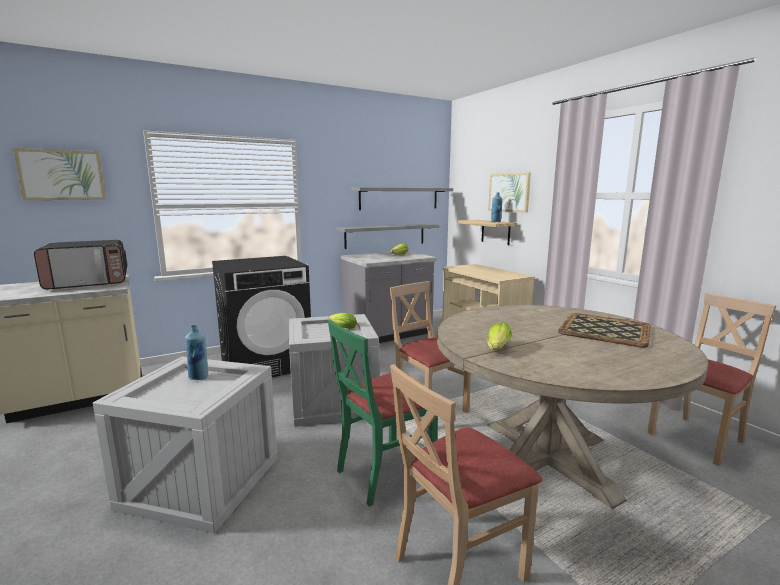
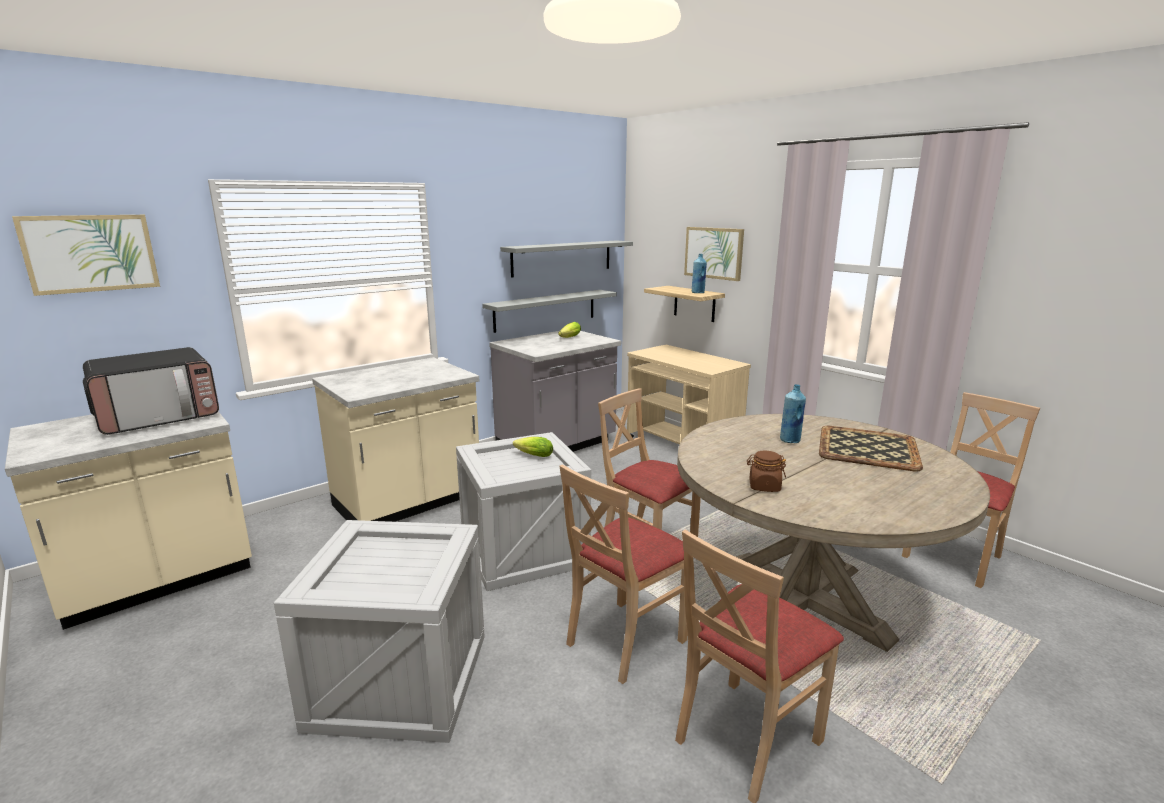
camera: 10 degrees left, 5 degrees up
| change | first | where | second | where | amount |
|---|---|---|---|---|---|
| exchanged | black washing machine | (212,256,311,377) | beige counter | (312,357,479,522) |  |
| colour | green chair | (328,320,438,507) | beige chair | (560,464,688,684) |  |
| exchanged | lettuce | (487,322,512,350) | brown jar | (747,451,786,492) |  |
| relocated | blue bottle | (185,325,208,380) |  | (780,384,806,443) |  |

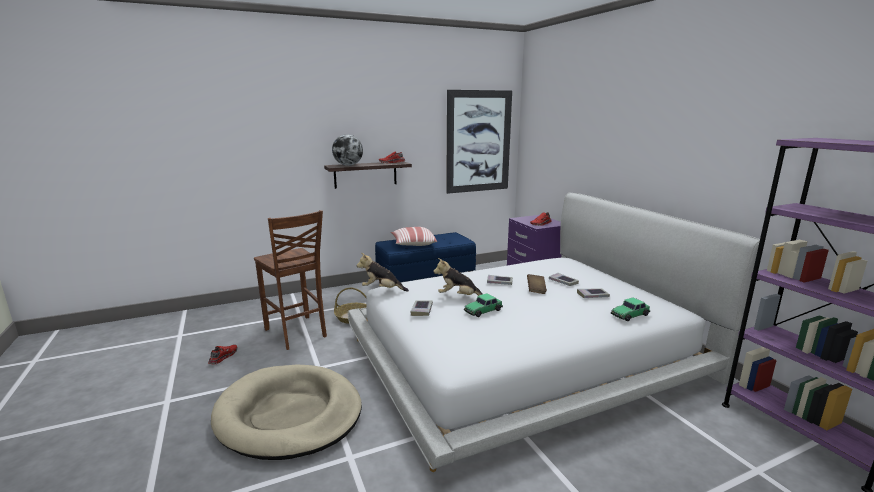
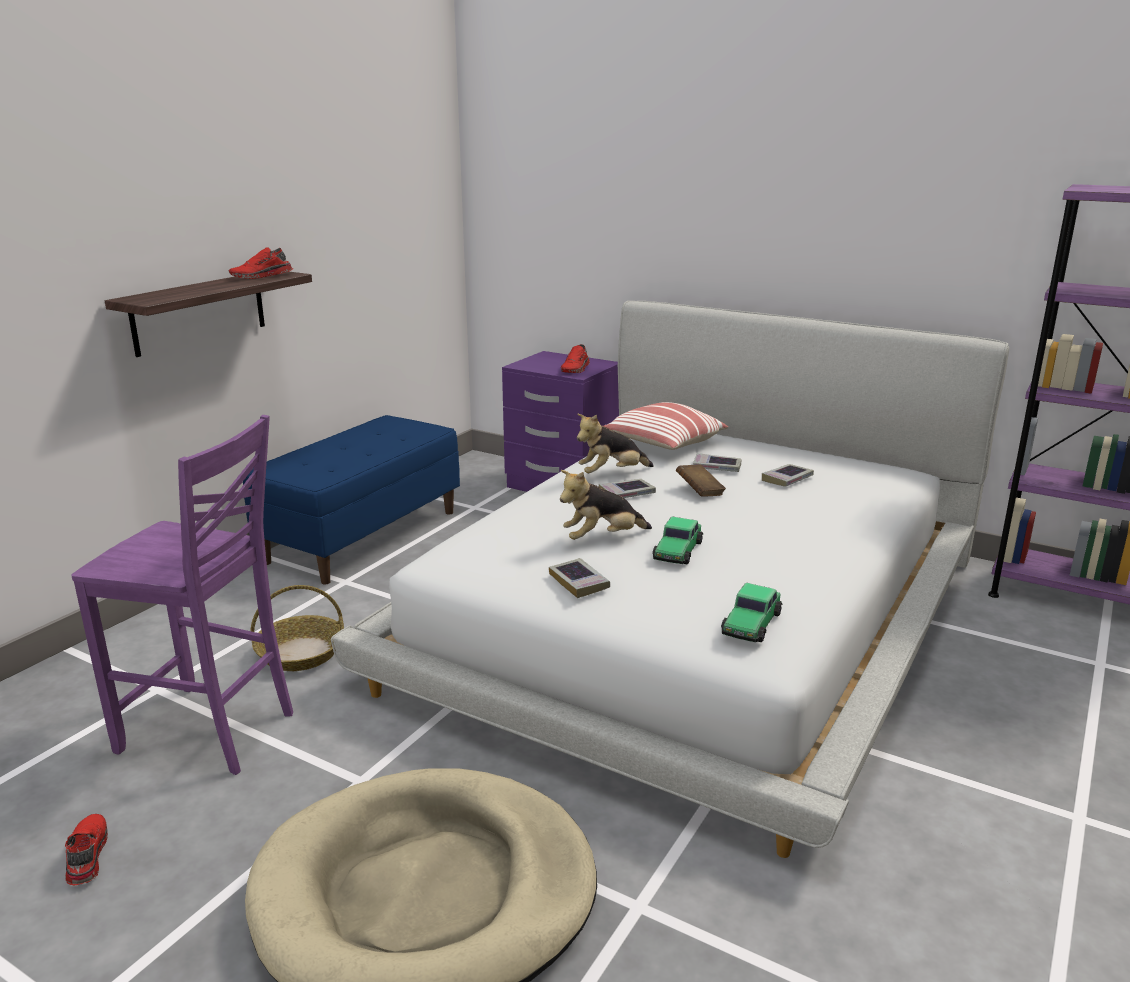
camera: 35 degrees left, 5 degrees up
| change | first | where | second | where | amount |
|---|---|---|---|---|---|
| colour | brown chair | (254,210,327,350) | purple chair | (72,415,293,775) |  |
| relocated | plush toy | (357,253,409,292) |  | (577,413,654,473) |  |
| relocated | pillow | (391,227,437,246) |  | (604,402,728,450) |  |
| relocated | toy car | (611,297,650,321) |  | (721,583,783,642) |  |
| missing | globe | (332,134,363,166) |  |  |  |
| missing | picture | (446,90,512,194) |  |  |  |

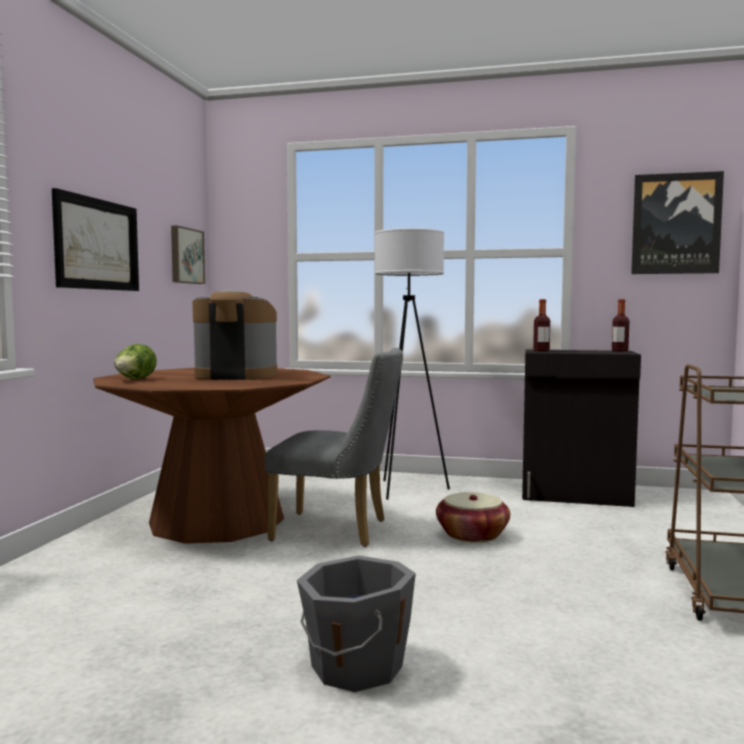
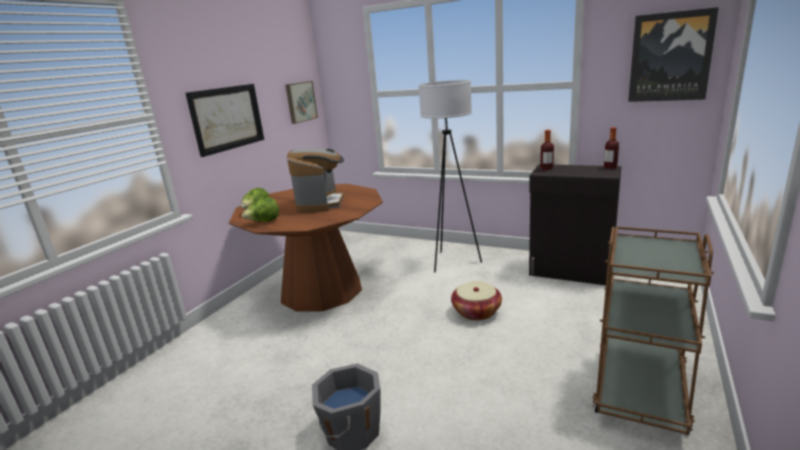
camera: 15 degrees right, 15 degrees up
| change | first | where | second | where | amount |
|---|---|---|---|---|---|
| appeared |  |  | lettuce | (242,197,279,222) |  |
| spun | coffee machine | (192,290,277,380) |  | (287,148,344,213) | 75 degrees clockwise |
| missing | grey chair | (264,348,403,547) |  |  |  |

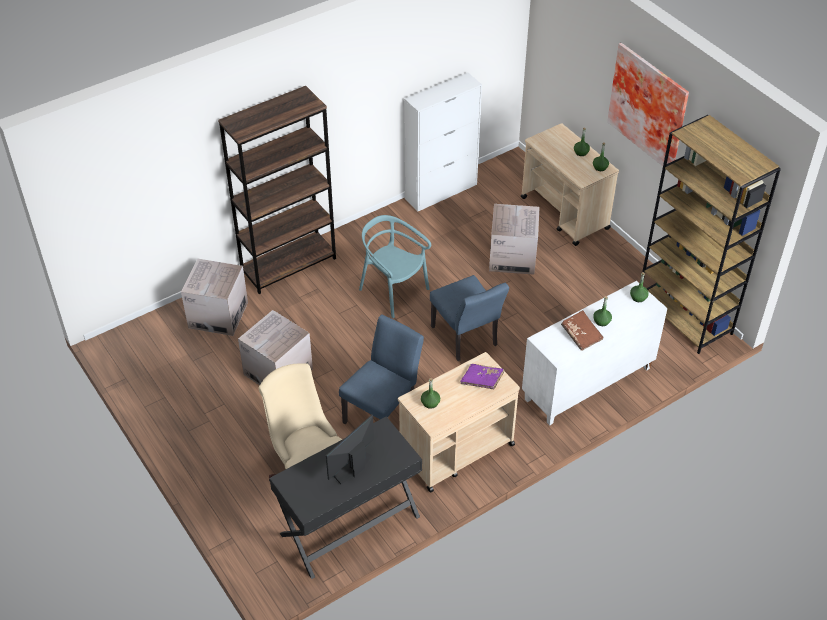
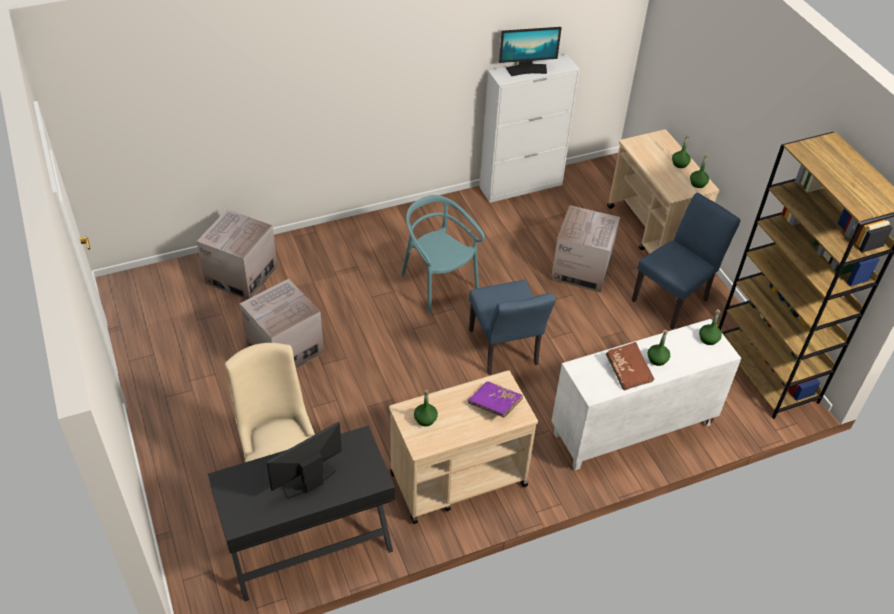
camera: 10 degrees right, 0 degrees up
| change | first | where | second | where | amount |
|---|---|---|---|---|---|
| appeared |  |  | monitor | (499,27,562,76) |  |
| relocated | blue chair | (339,314,424,424) |  | (632,193,741,329) |  |
| missing | brown bookcase | (218,86,336,294) |  |  |  |
| missing | picture | (607,43,689,166) |  |  |  |

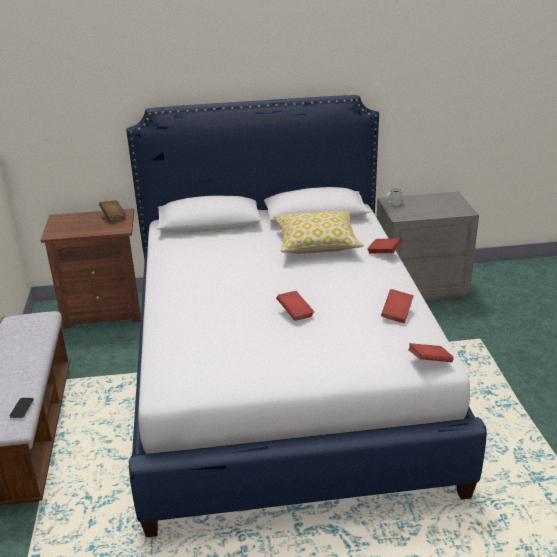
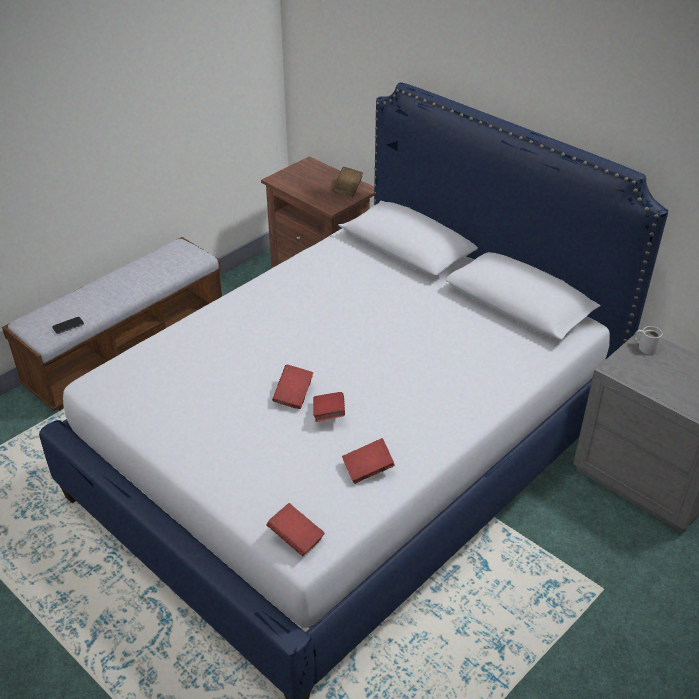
camera: 50 degrees right, 10 degrees up
| change | first | where | second | where | amount |
|---|---|---|---|---|---|
| relocated | red book | (367,238,402,254) |  | (313,392,345,422) |  |
| missing | pillow | (274,211,364,254) |  |  |  |

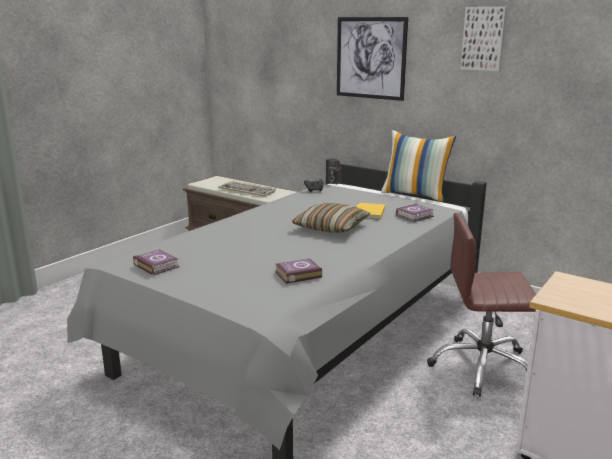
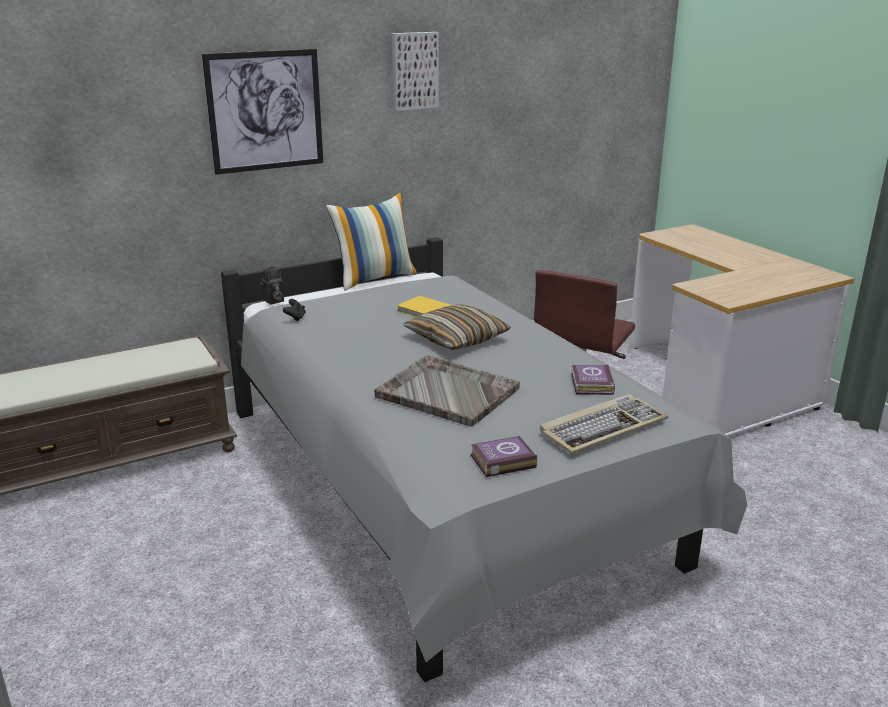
camera: 65 degrees left, 5 degrees up
| change | first | where | second | where | amount |
|---|---|---|---|---|---|
| appeared |  |  | grey tray | (374,356,520,426) |  |
| relocated | keyboard | (218,181,276,196) |  | (540,394,668,454) |  |
| missing | book | (396,204,434,222) |  |  |  |

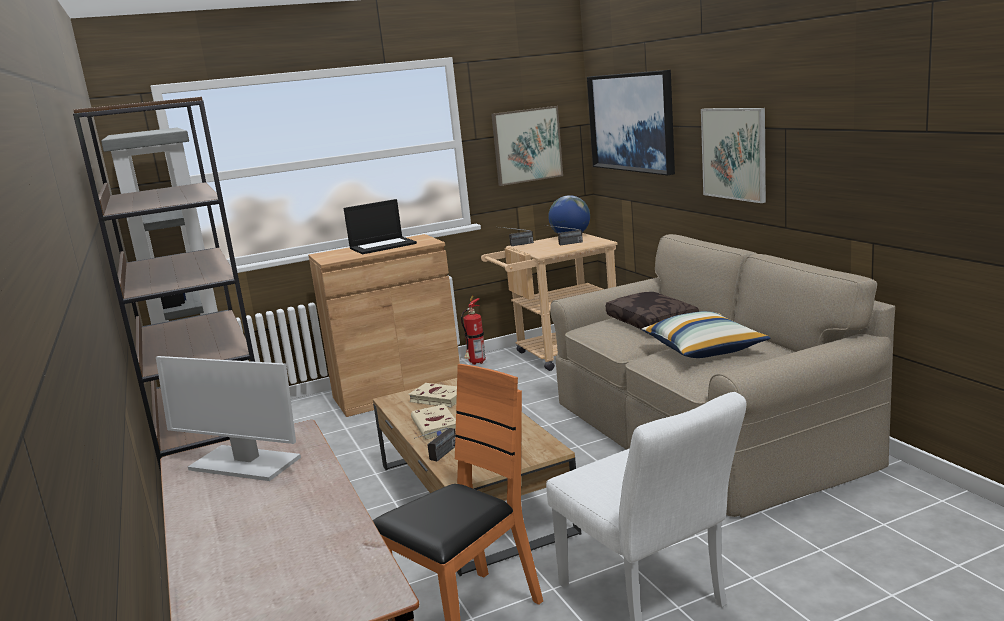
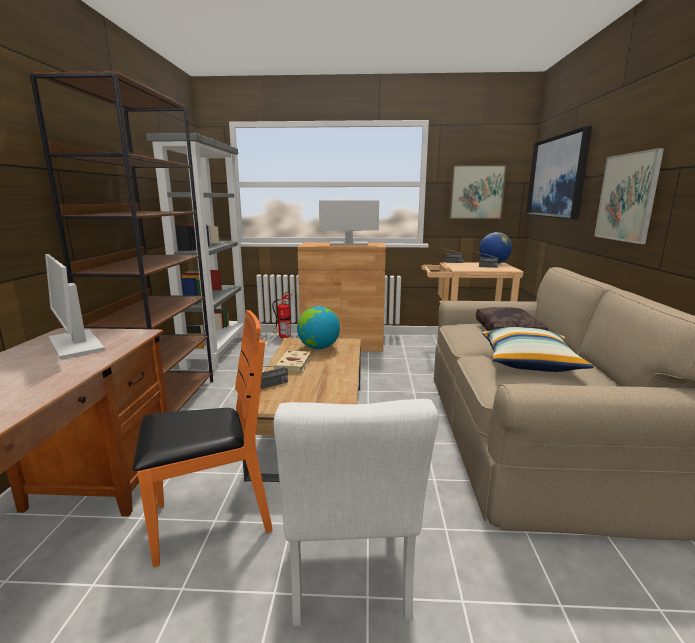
camera: 25 degrees right, 0 degrees up
| change | first | where | second | where | amount |
|---|---|---|---|---|---|
| relocated | fire extinguisher | (461,296,486,365) |  | (272,291,292,338) |  |
| exchanged | beige book | (408,383,457,407) | globe | (297,306,340,349) |  |
| exchanged | laptop | (344,199,417,254) | monitor | (319,200,379,245) |  |

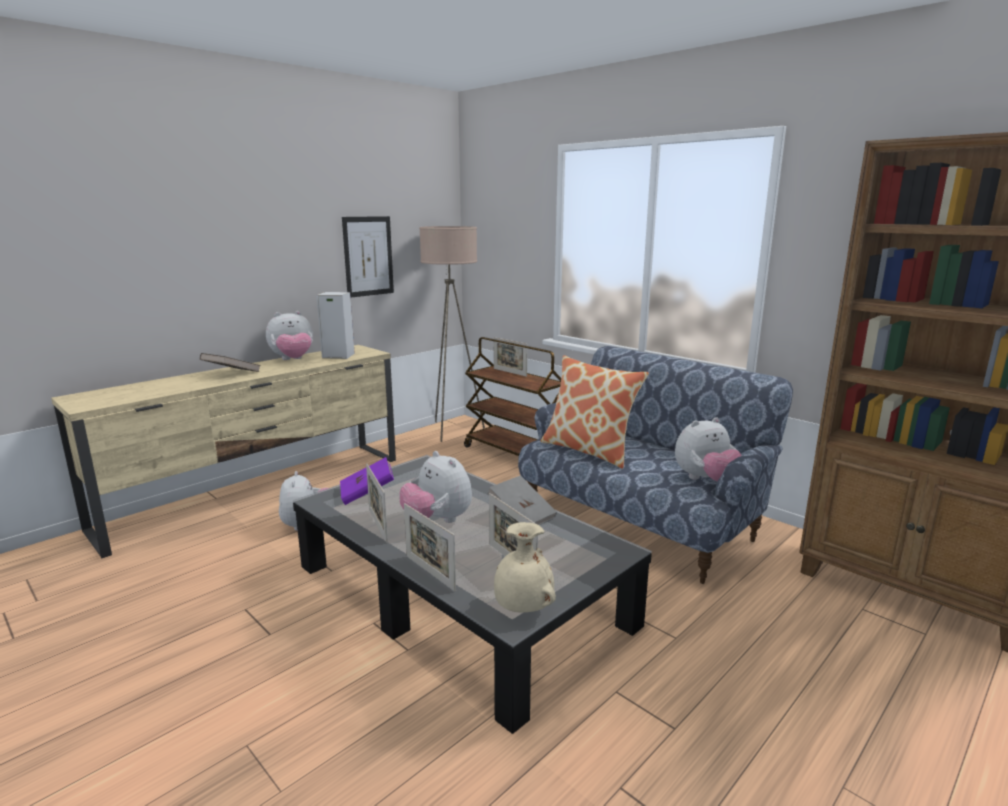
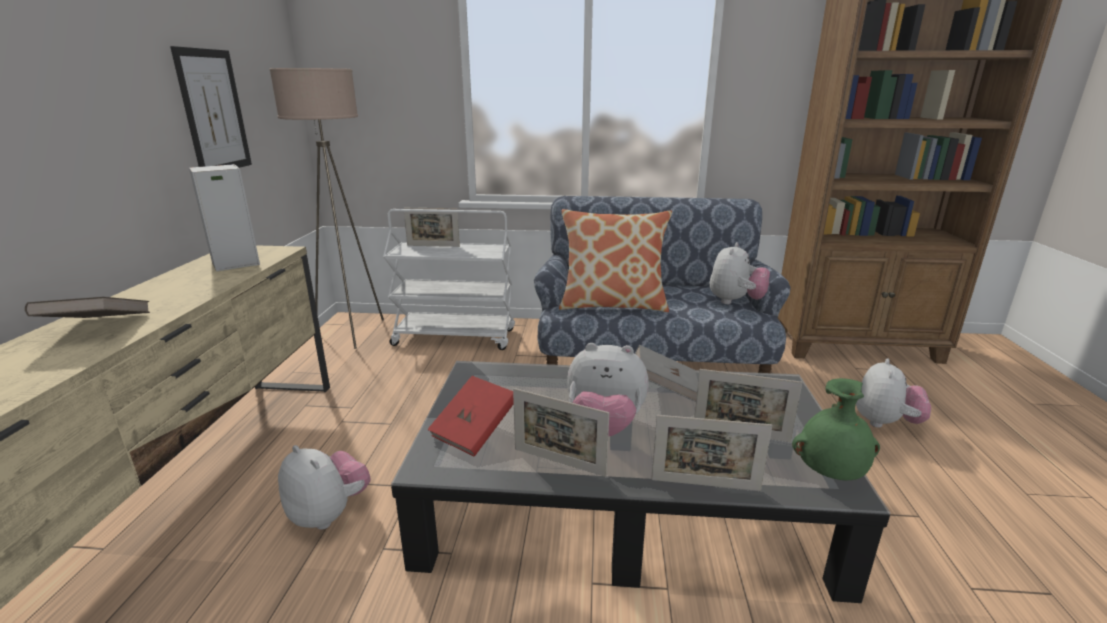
camera: 40 degrees left, 5 degrees up
| change | first | where | second | where | amount |
|---|---|---|---|---|---|
| colour | brown cart | (464,337,561,456) | white cart | (383,209,515,350) |  |
| colour | purple book | (340,457,394,505) | red book | (427,376,514,457) |  |
| colour | beige vase | (494,522,556,613) | green vase | (792,378,880,480) |  |
| relocated | plush toy | (266,311,313,360) |  | (856,358,931,428) |  |

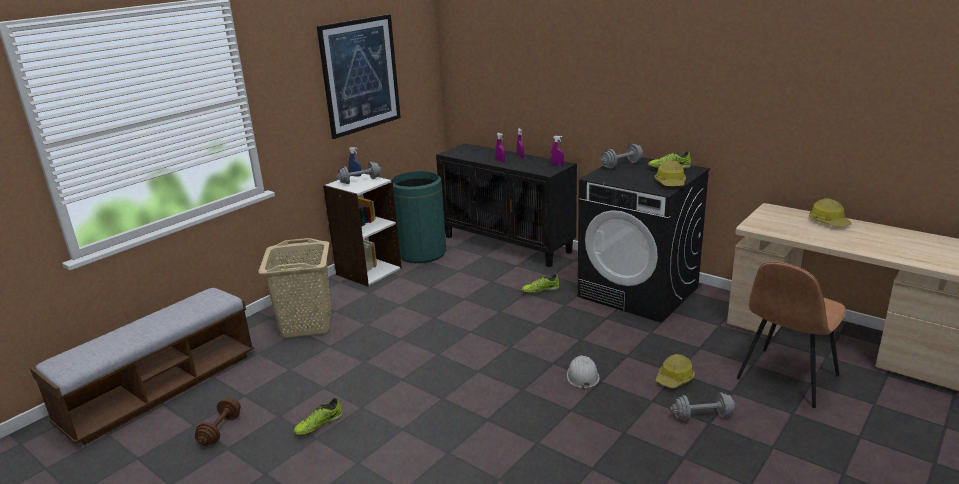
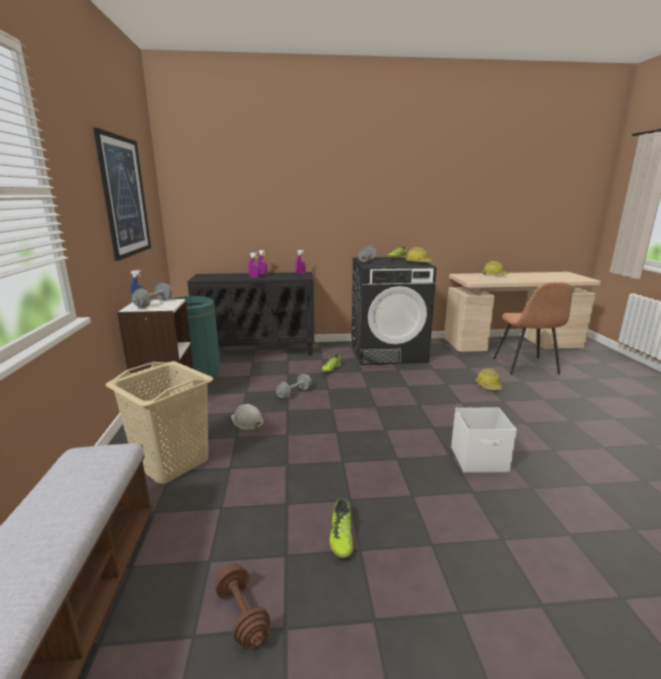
camera: 45 degrees left, 5 degrees down
| change | first | where | second | where | amount |
|---|---|---|---|---|---|
| relocated | white hard hat | (567,355,600,390) |  | (231,404,264,429) |  |
| relocated | grey dumbbell | (670,393,736,421) |  | (276,374,312,399) |  |
| appeared |  |  | white storage box | (451,408,517,473) |  |

